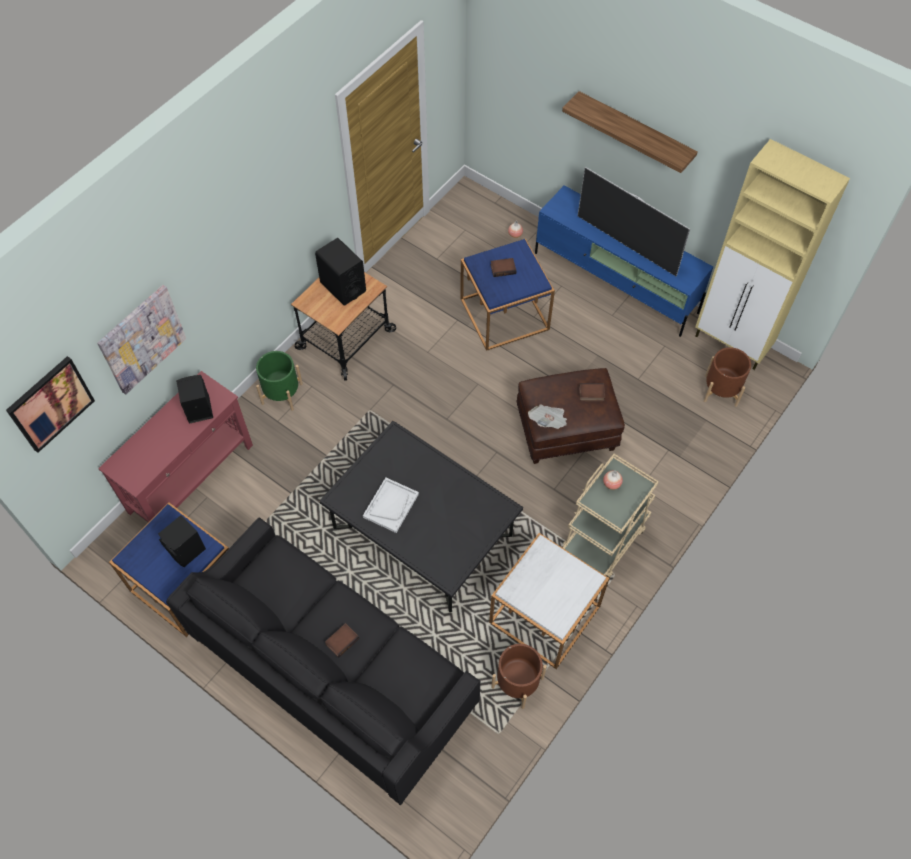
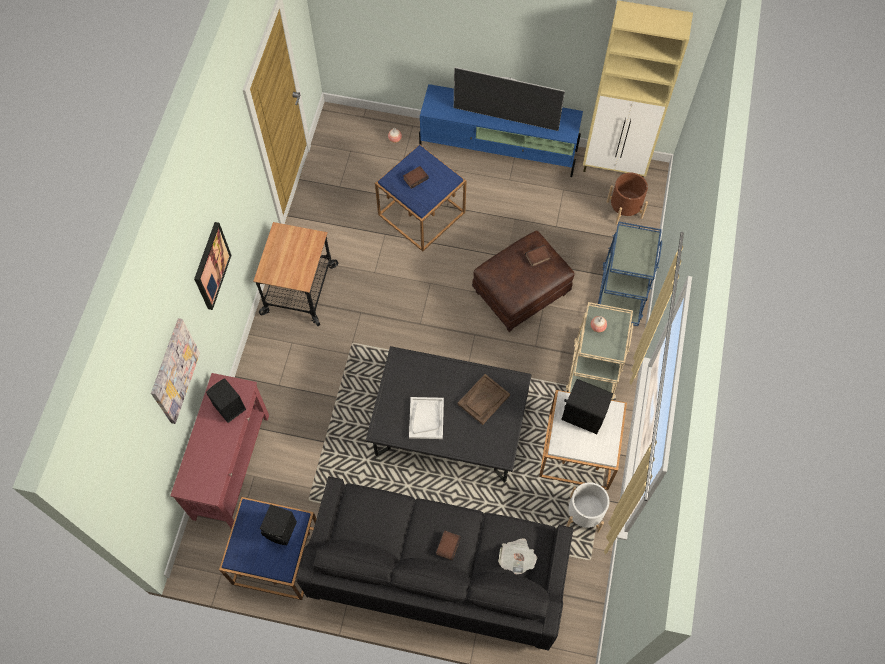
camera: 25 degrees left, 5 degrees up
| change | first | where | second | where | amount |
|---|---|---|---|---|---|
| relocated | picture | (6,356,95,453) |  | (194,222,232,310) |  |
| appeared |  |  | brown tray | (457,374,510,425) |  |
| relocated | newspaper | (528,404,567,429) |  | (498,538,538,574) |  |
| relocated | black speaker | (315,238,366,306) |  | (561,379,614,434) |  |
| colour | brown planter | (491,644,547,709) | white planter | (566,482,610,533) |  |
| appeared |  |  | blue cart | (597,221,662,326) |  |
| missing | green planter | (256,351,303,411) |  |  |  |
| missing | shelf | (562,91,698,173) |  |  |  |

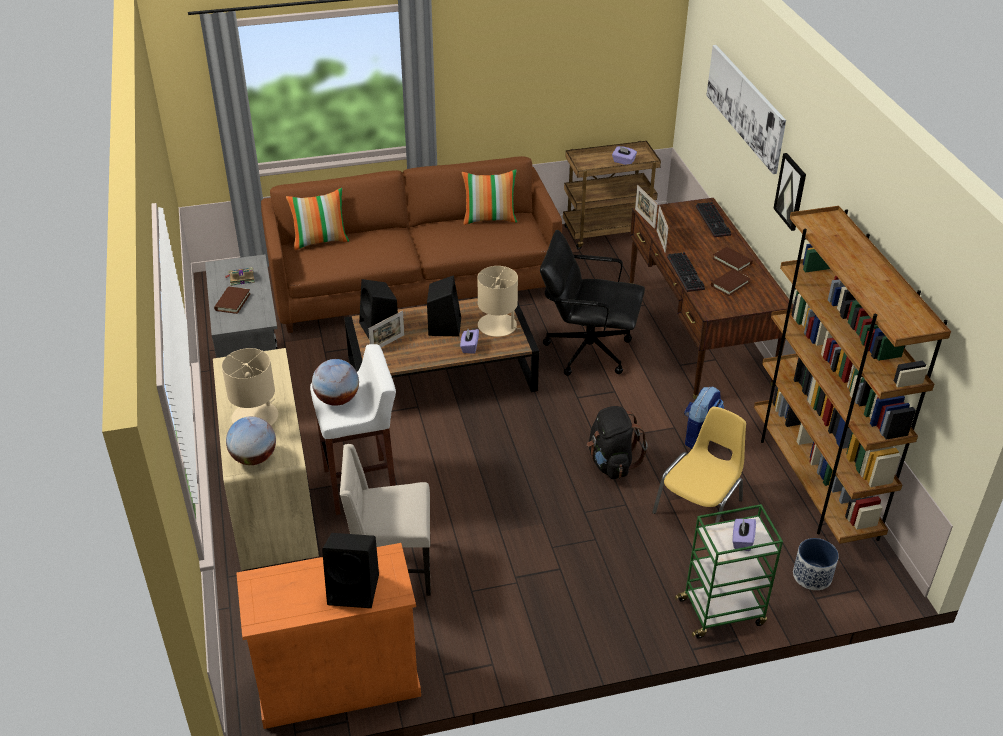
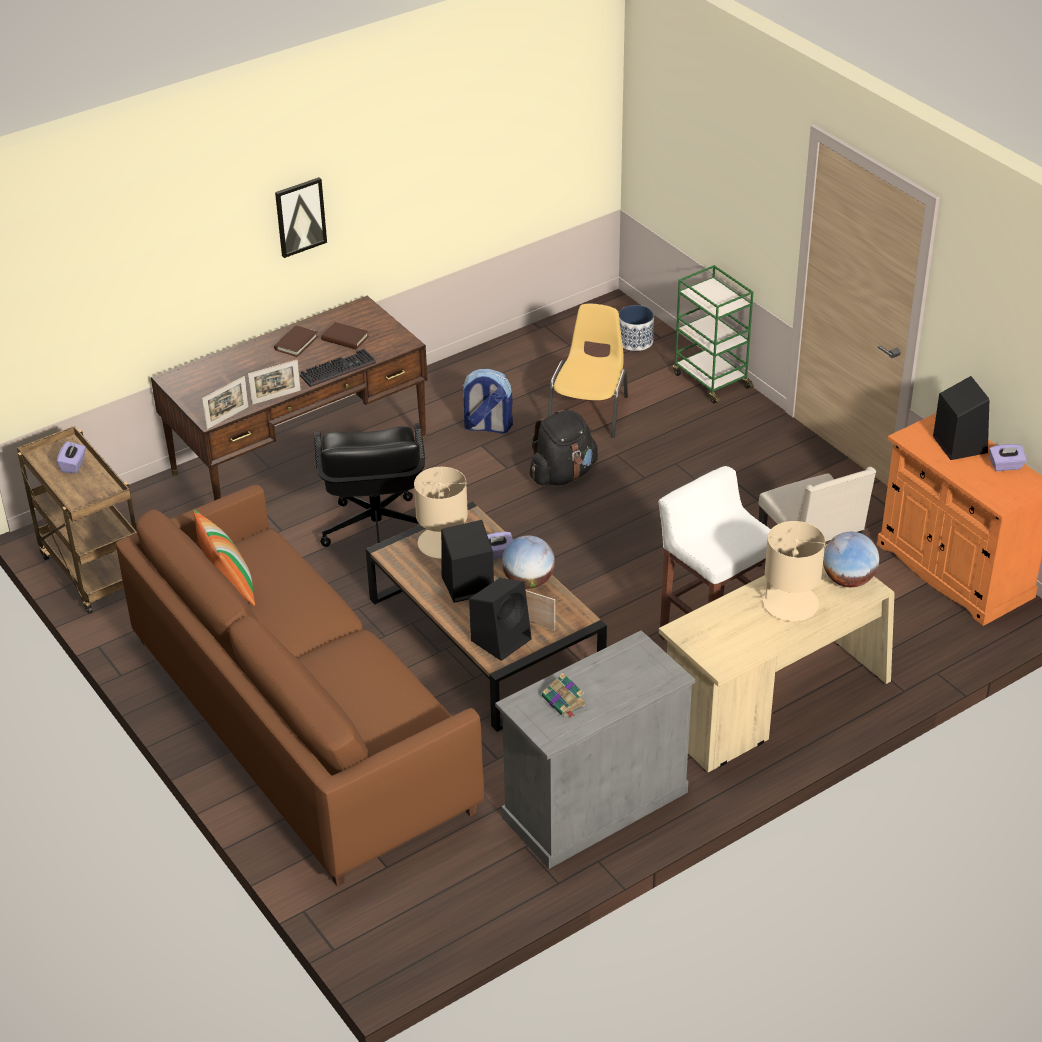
camera: 110 degrees left, 0 degrees up
| change | first | where | second | where | amount |
|---|---|---|---|---|---|
| relocated | globe | (312,359,359,406) |  | (502,535,555,588) |  |
| spun | yellow chair | (652,407,746,523) |  | (548,304,628,437) | 90 degrees clockwise |
| relocated | purple tissue box | (732,518,756,551) |  | (989,444,1027,471) |  |
| missing | brown book | (214,287,251,314) |  |  |  |
| missing | pillow | (286,188,349,250) |  |  |  |
| missing | keyboard | (696,202,731,237) |  |  |  |
| missing | picture | (706,45,786,174) |  |  |  |
| missing | brown bookcase | (754,206,951,544) |  |  |  |

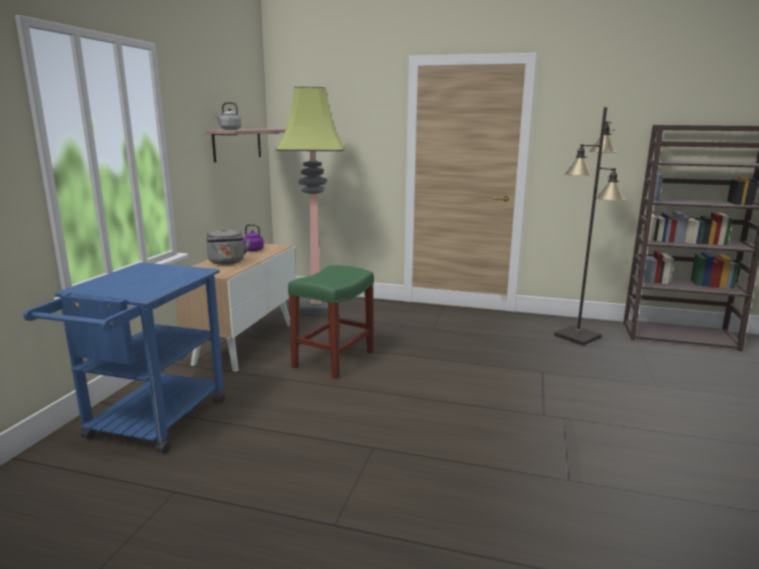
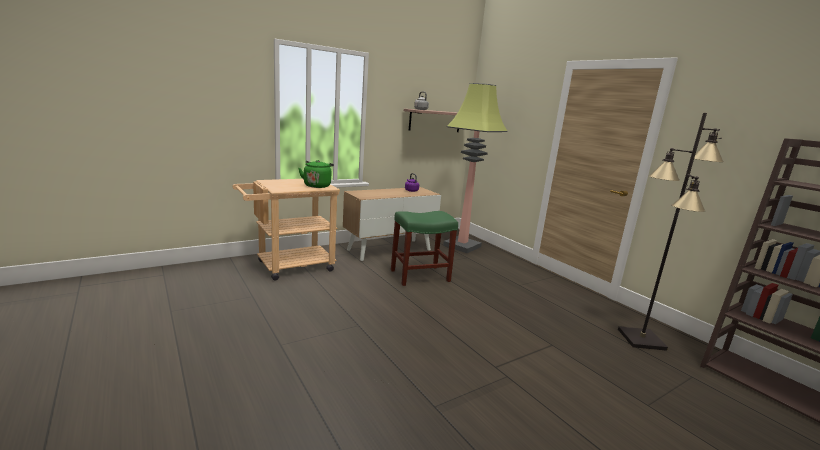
camera: 40 degrees right, 0 degrees up
| change | first | where | second | where | amount |
|---|---|---|---|---|---|
| colour | blue cart | (23,262,225,453) | beige cart | (232,179,340,281) |  |
| appeared |  |  | green kettle | (298,160,334,188) |  |
| missing | grey kettle | (206,228,251,265) |  |  |  |

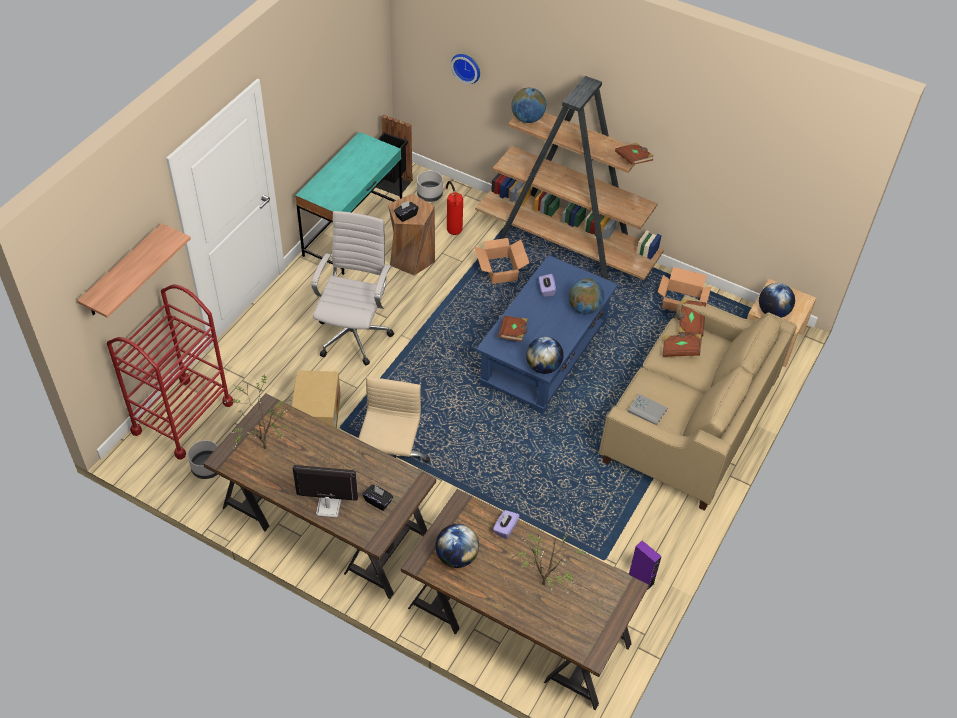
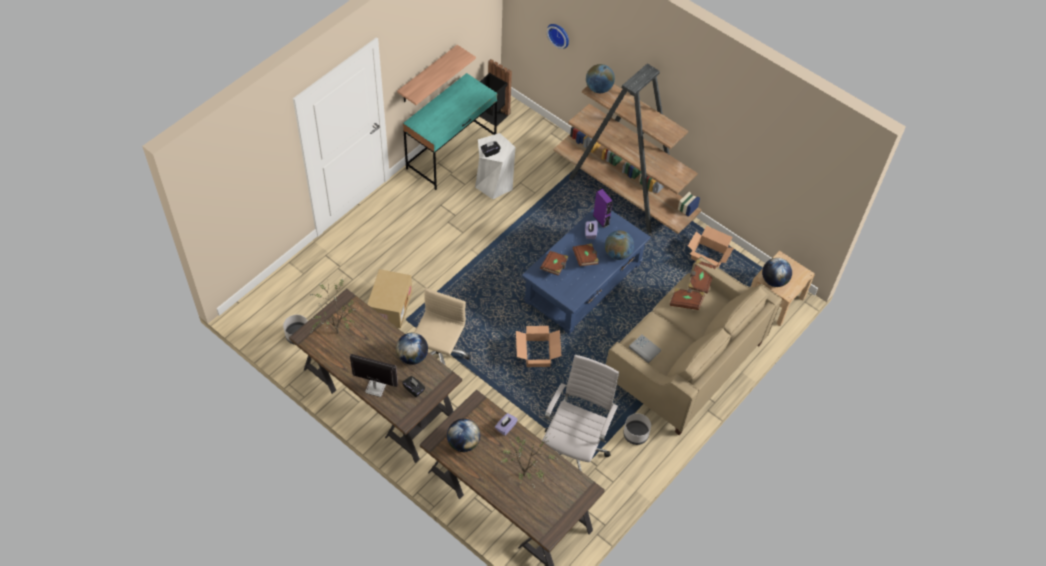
camera: 10 degrees right, 5 degrees up
| change | first | where | second | where | amount |
|---|---|---|---|---|---|
| relocated | globe | (526,337,564,374) |  | (396,333,428,365) |  |
| relocated | shelf | (77,223,191,318) |  | (397,45,476,105) |  |
| colour | brown stool | (388,194,435,275) | white stool | (475,133,515,199) |  |
| relocated | cardboard box | (474,238,529,284) |  | (516,326,562,367) |  |
| relocated | white office chair | (311,211,394,366) |  | (542,355,619,472) |  |
| relocated | brown book | (615,142,654,165) |  | (573,243,599,266) |  |
| relocated | purple speaker | (628,540,662,590) |  | (593,189,613,228) |  |
| relocated | grey planter | (417,171,443,202) |  | (623,413,651,445) |  |
| missing | red cart | (107,284,234,460) |  |  |  |
| missing | fire extinguisher | (446,181,463,235) |  |  |  |

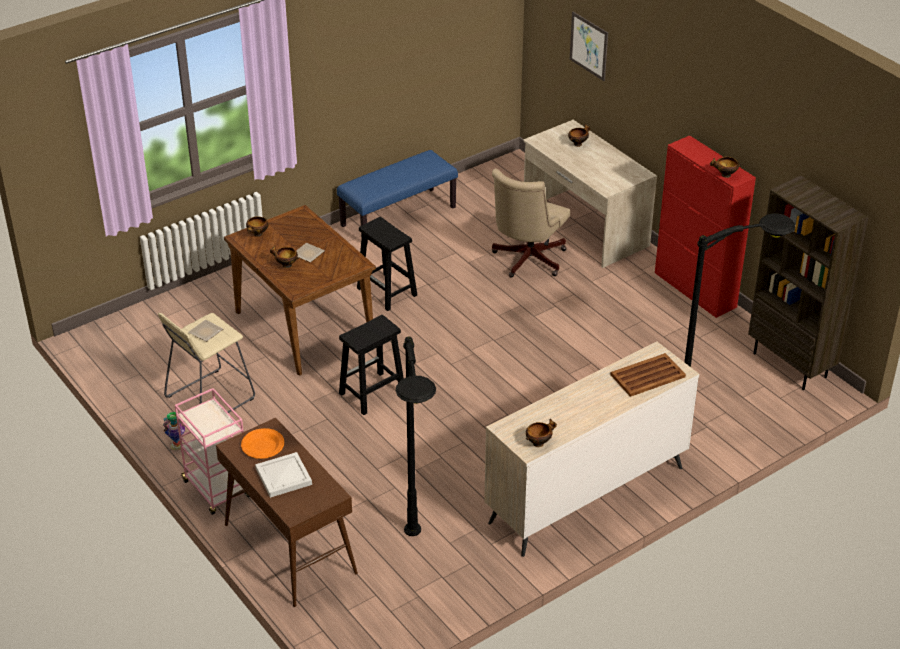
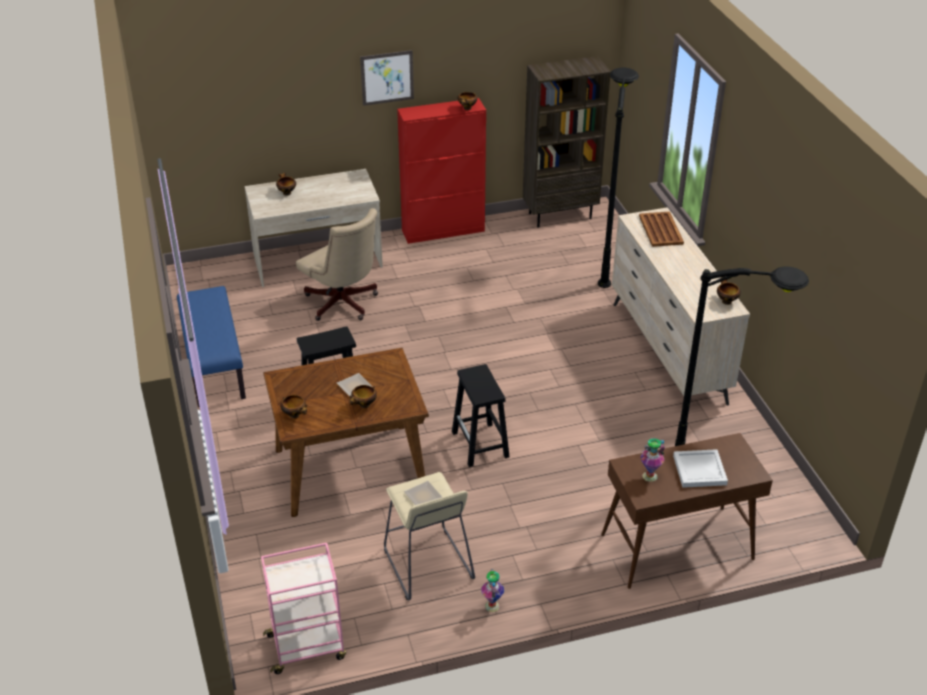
camera: 70 degrees left, 0 degrees up
| change | first | where | second | where | amount |
|---|---|---|---|---|---|
| relocated | pink cart | (175,388,250,515) |  | (261,543,346,674) |  |
| relocated | picture | (570,12,608,81) |  | (360,50,414,106) |  |
| exchanged | orange plate | (241,428,284,459) | vase | (640,438,665,482) |  |

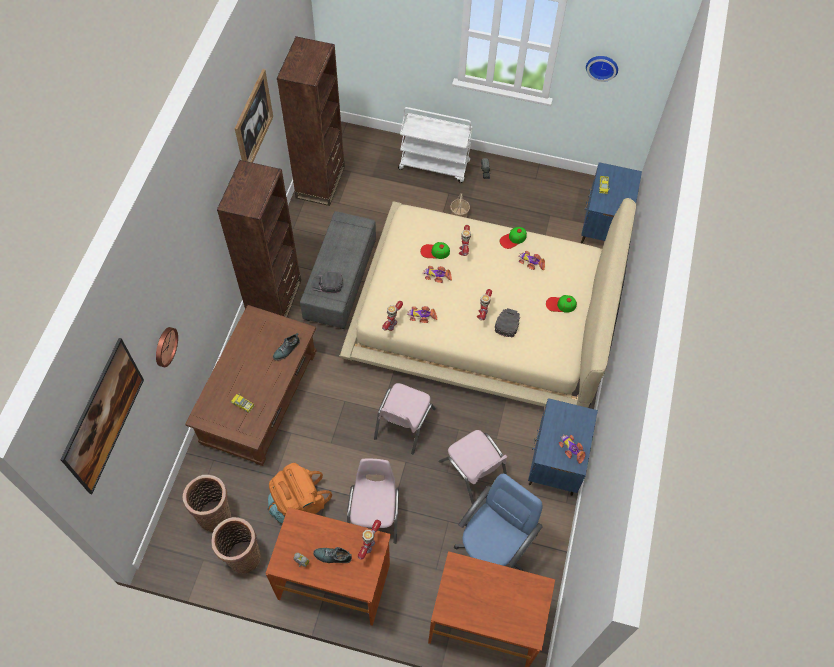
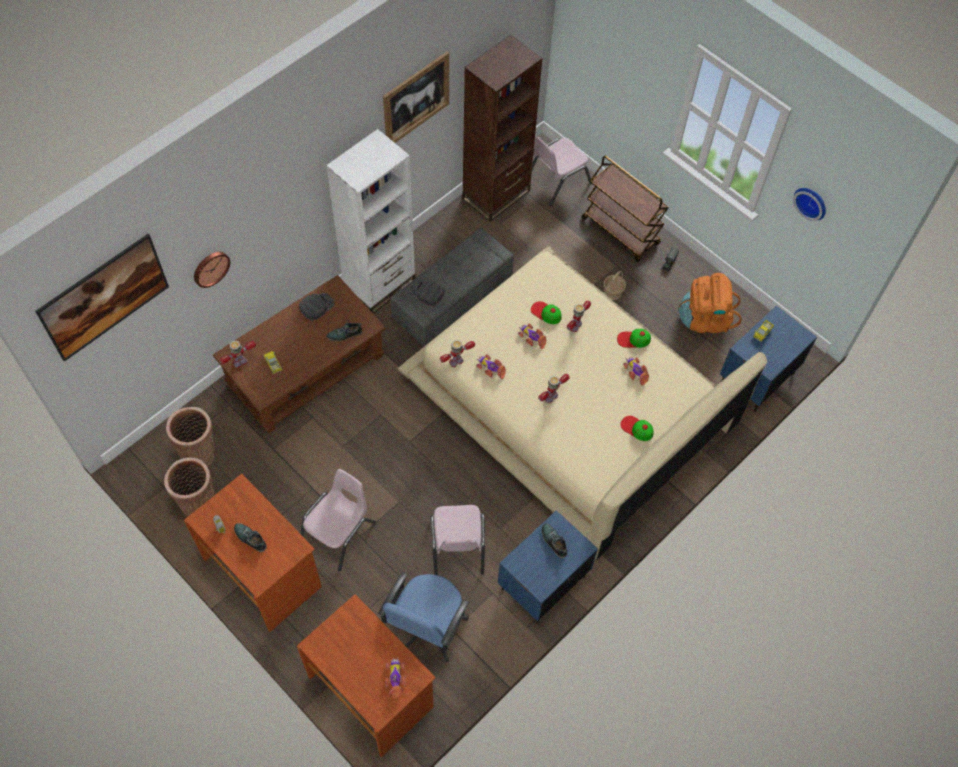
camera: 30 degrees right, 0 degrees up
| change | first | where | second | where | amount |
|---|---|---|---|---|---|
| relocated | toy robot | (358,520,381,560) |  | (219,341,256,368) |  |
| relocated | black cap | (495,308,520,337) |  | (299,293,335,321) |  |
| colour | brown bookcase | (217,160,301,317) | white bookcase | (326,129,415,314) |  |
| spun | blue office chair | (454,474,543,571) |  | (378,572,469,662) | 135 degrees clockwise |
| relocated | toy car | (559,435,586,464) |  | (385,658,406,699) |  |
| relocated | pink chair | (374,383,436,454) |  | (532,137,592,206) |  |
| appeared |  |  | shoe | (542,523,567,558) |  |
| colour | white cart | (398,107,473,183) | brown cart | (582,156,669,262) |  |
| relocated | orange backpack | (268,463,332,523) |  | (678,273,742,333) |  |

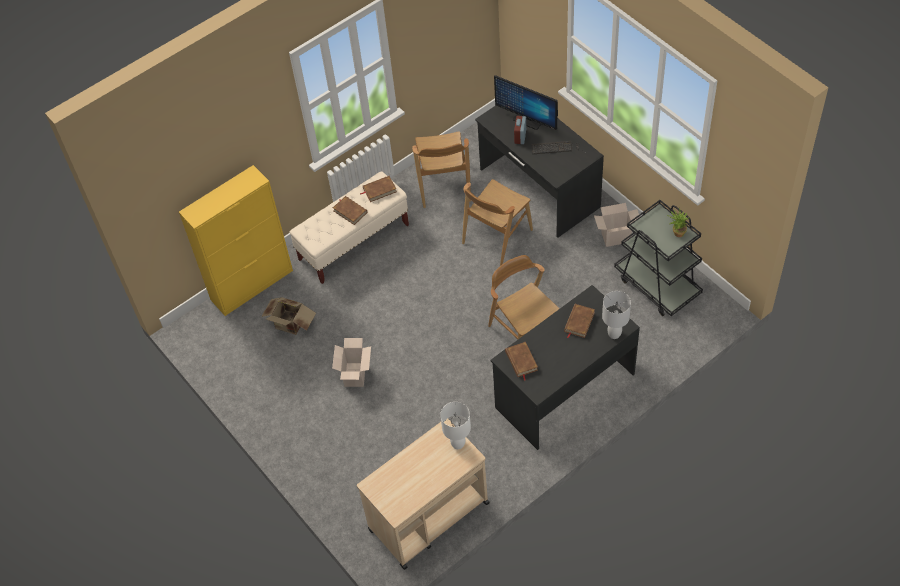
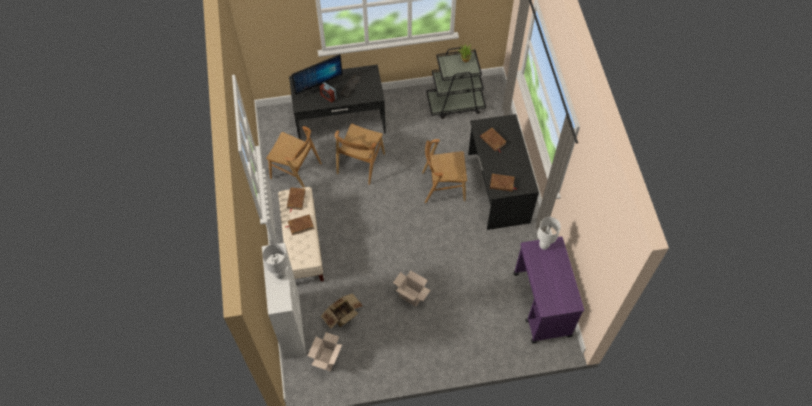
camera: 65 degrees left, 5 degrees up
| change | first | where | second | where | amount |
|---|---|---|---|---|---|
| colour | yellow cabinet | (179,165,293,316) | white cabinet | (262,243,306,359) |  |
| relocated | white table lamp | (602,291,631,339) |  | (262,244,288,279) |  |
| relocated | cardboard box | (594,203,640,247) |  | (308,332,342,371) |  |
| spun | brown chair | (462,179,533,265) |  | (335,124,385,185) | 45 degrees clockwise |
| colour | beige cart | (357,419,490,570) | purple cart | (513,236,584,343) |  |

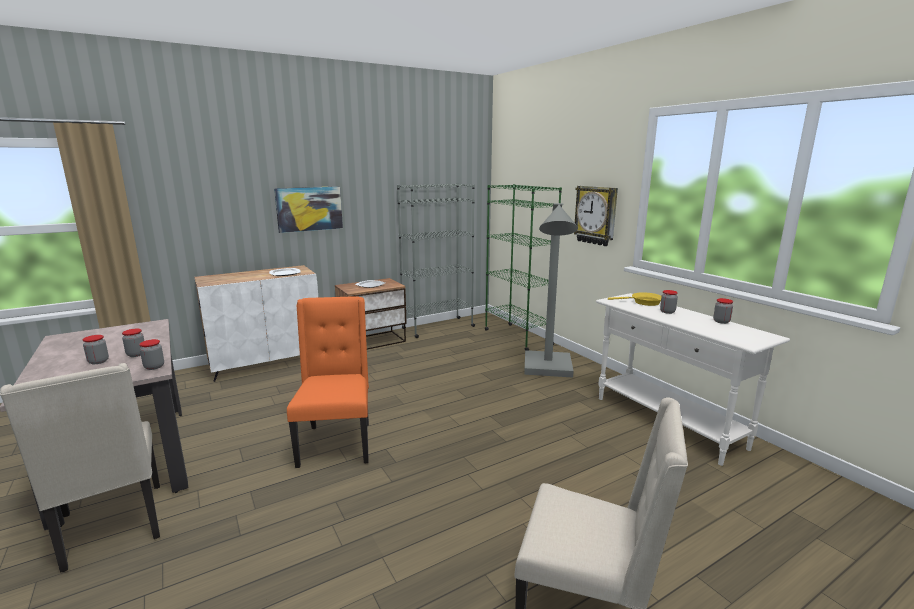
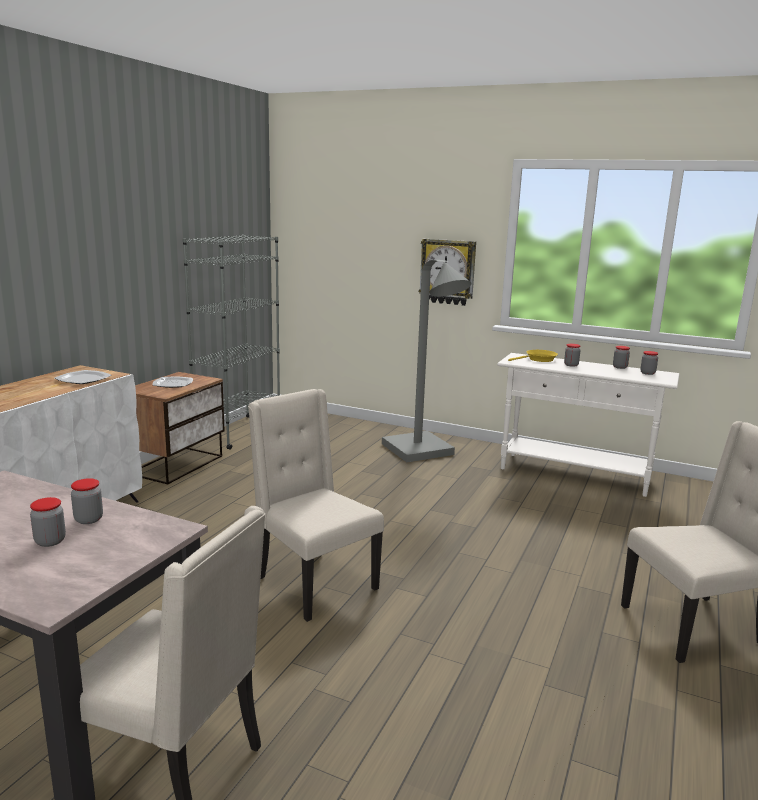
camera: 35 degrees left, 0 degrees up
| change | first | where | second | where | amount |
|---|---|---|---|---|---|
| colour | orange chair | (287,296,369,468) | beige chair | (248,389,384,622) |  |
| relocated | jar | (139,339,164,370) |  | (640,351,658,375) |  |
| missing | picture | (274,186,343,233) |  |  |  |
| missing | green bookcase | (485,184,562,350) |  |  |  |

